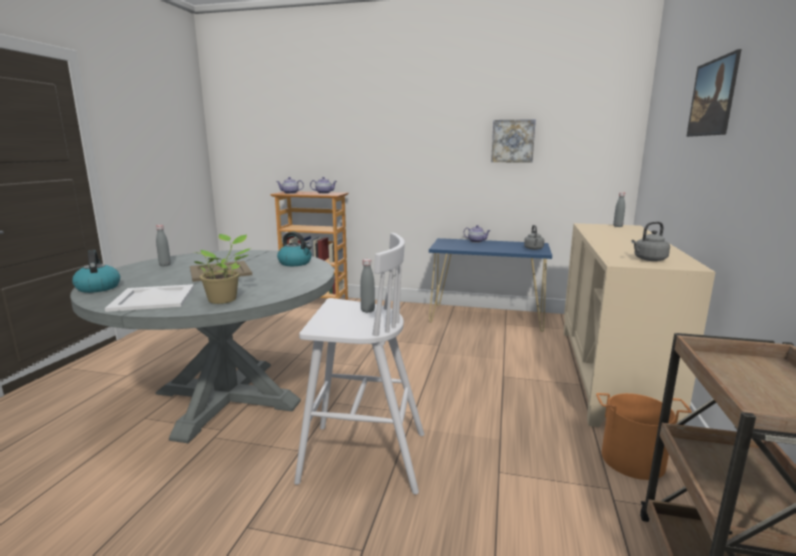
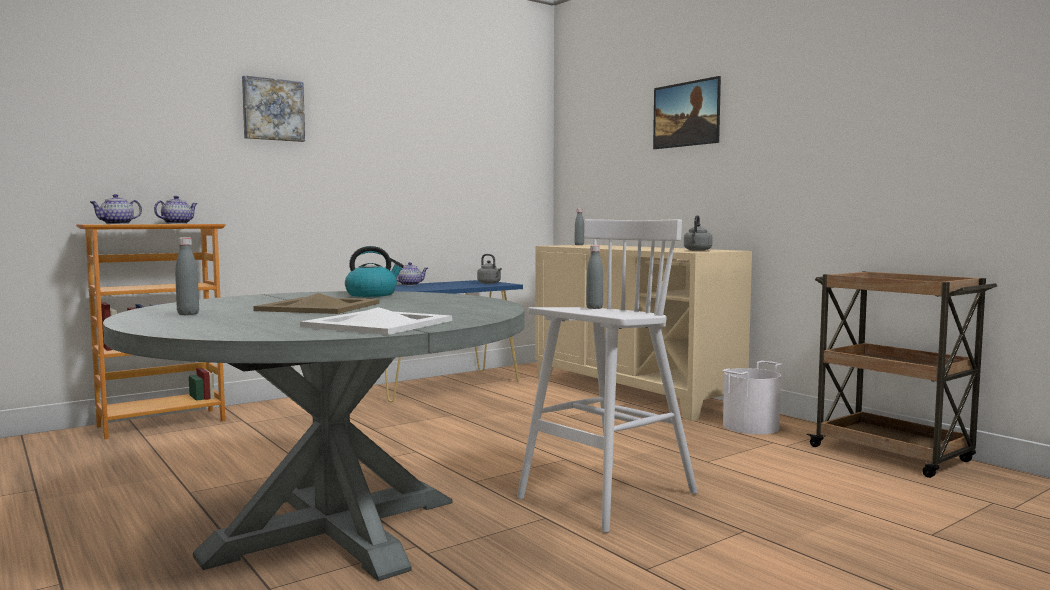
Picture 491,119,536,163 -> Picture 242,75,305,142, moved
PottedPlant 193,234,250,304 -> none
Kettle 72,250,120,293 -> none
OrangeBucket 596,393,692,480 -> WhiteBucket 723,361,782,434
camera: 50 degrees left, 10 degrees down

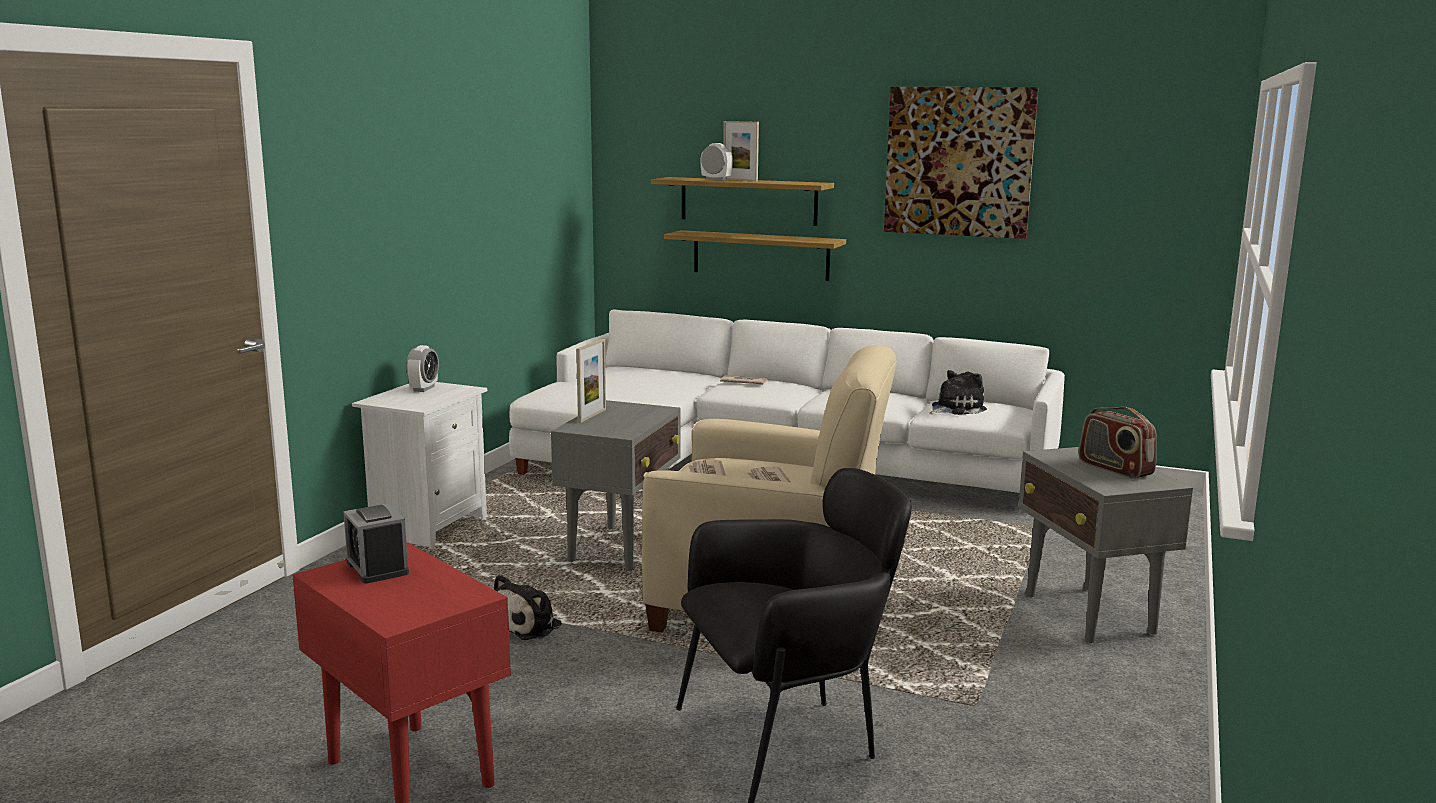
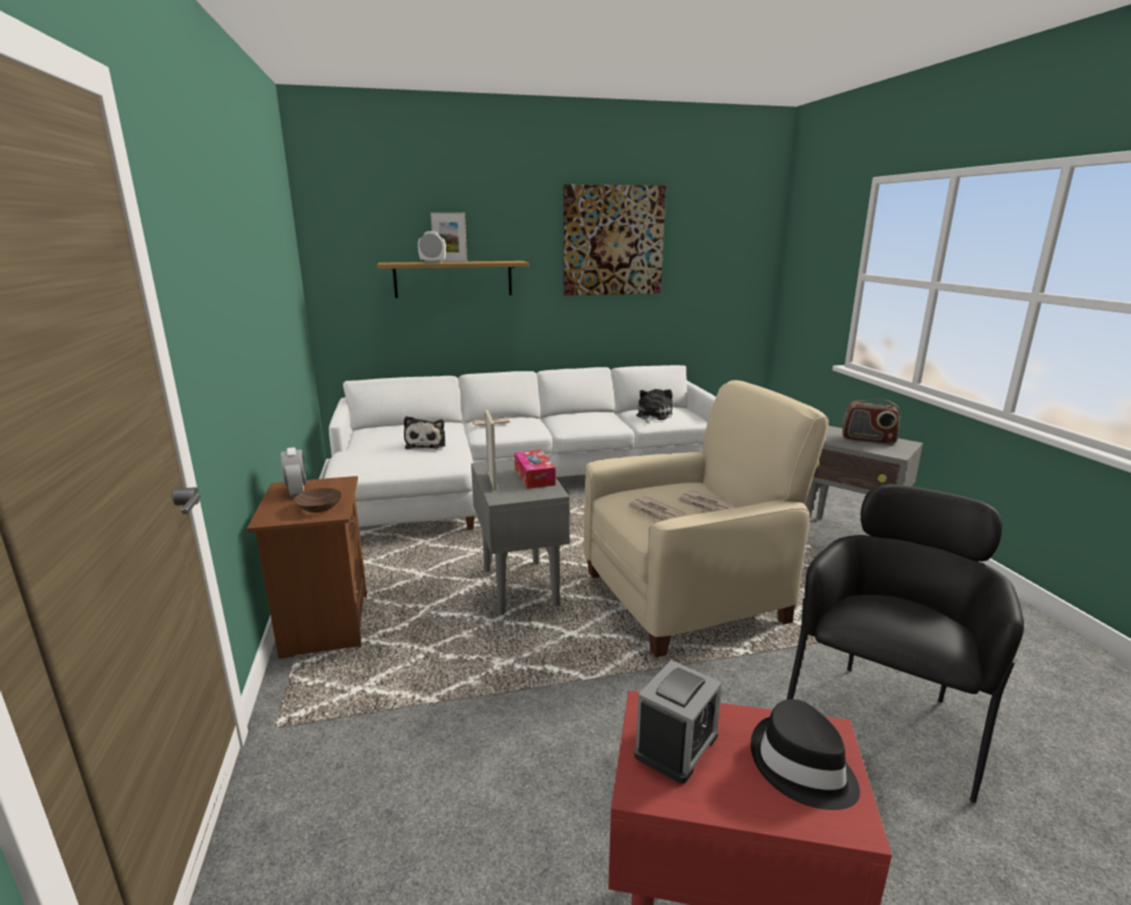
Shelf 664,230,846,281 -> none
WhiteNightstand 352,382,487,548 -> BrownNightstand 247,476,367,659
AlarmClock 343,503,409,583 -> AlarmClock 634,660,722,784, 75 degrees counterclockwise
PlushToy 494,574,562,640 -> PlushToy 404,416,445,449, moved
none -> TissueBox 514,450,555,489
none -> BrownBowl 294,488,342,513
none -> BlackHat 751,699,860,810
camera: 35 degrees left, 5 degrees up

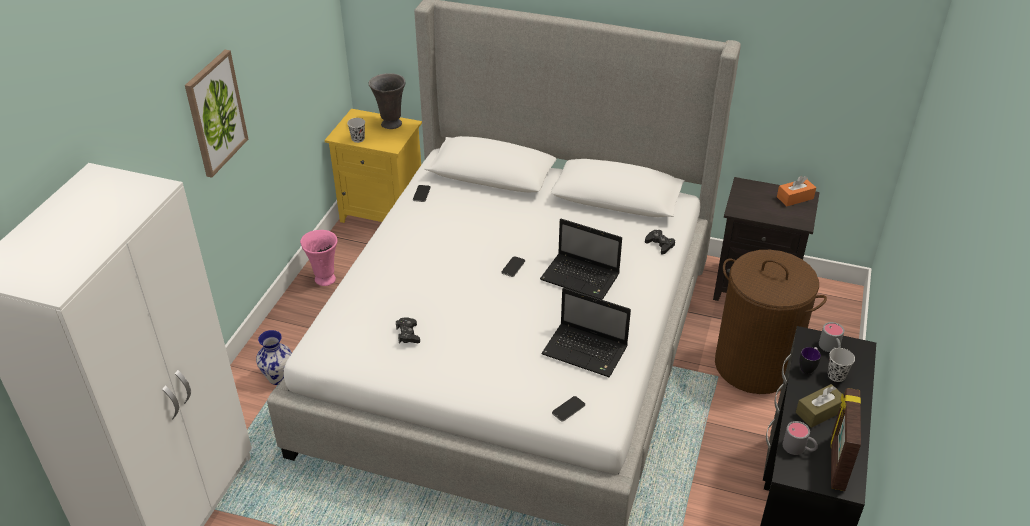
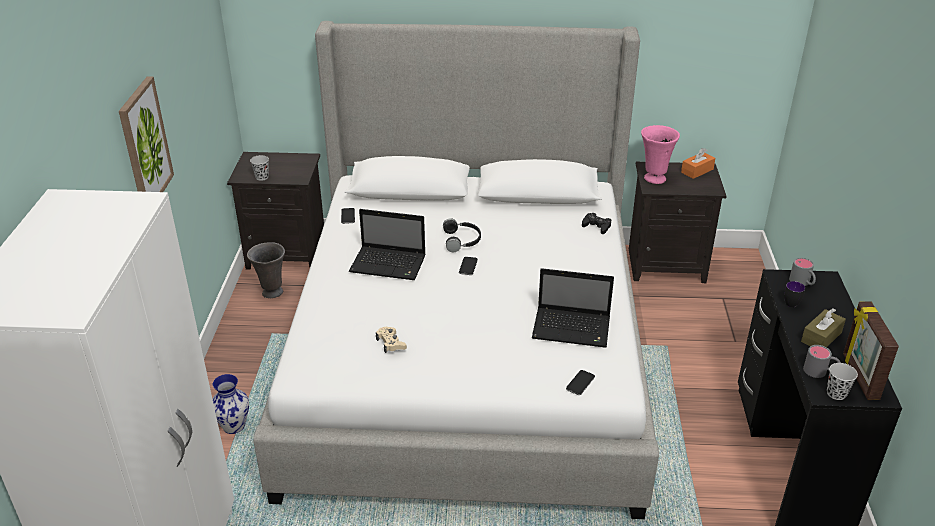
GreyVase 369,73,405,129 -> GreyVase 247,242,285,298, moved
YellowNightstand 325,109,422,223 -> BlackNightstand 227,152,324,270
Laptop 540,219,622,300 -> Laptop 349,209,426,280, moved
PinkVase 300,230,338,286 -> PinkVase 641,125,680,184, moved
BrownLaundryBasket 715,250,827,394 -> none
BlackGameController 396,317,420,343 -> BeigeGameController 376,327,407,353
BlackCup 828,348,855,382 -> BlackCup 827,363,858,400, moved
none -> BlackHeadphones 443,218,481,253
camera: 15 degrees left, 5 degrees down

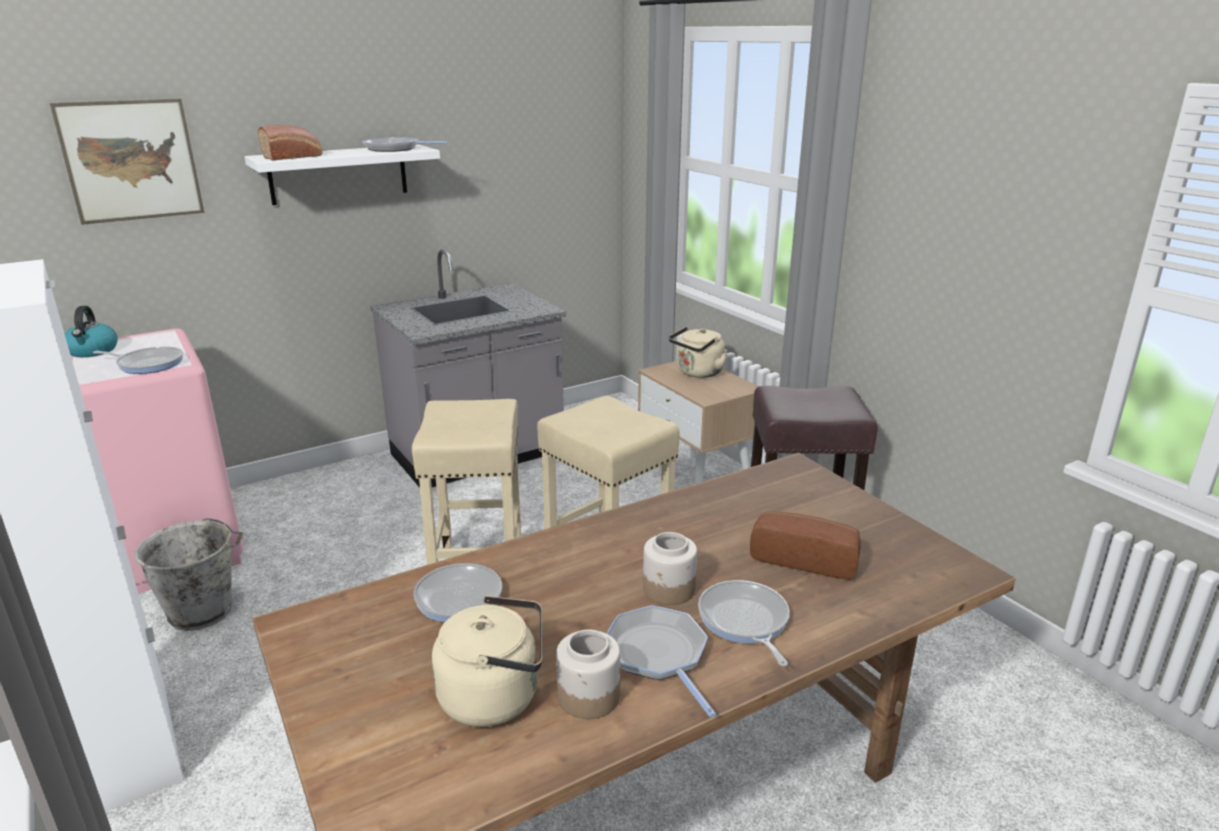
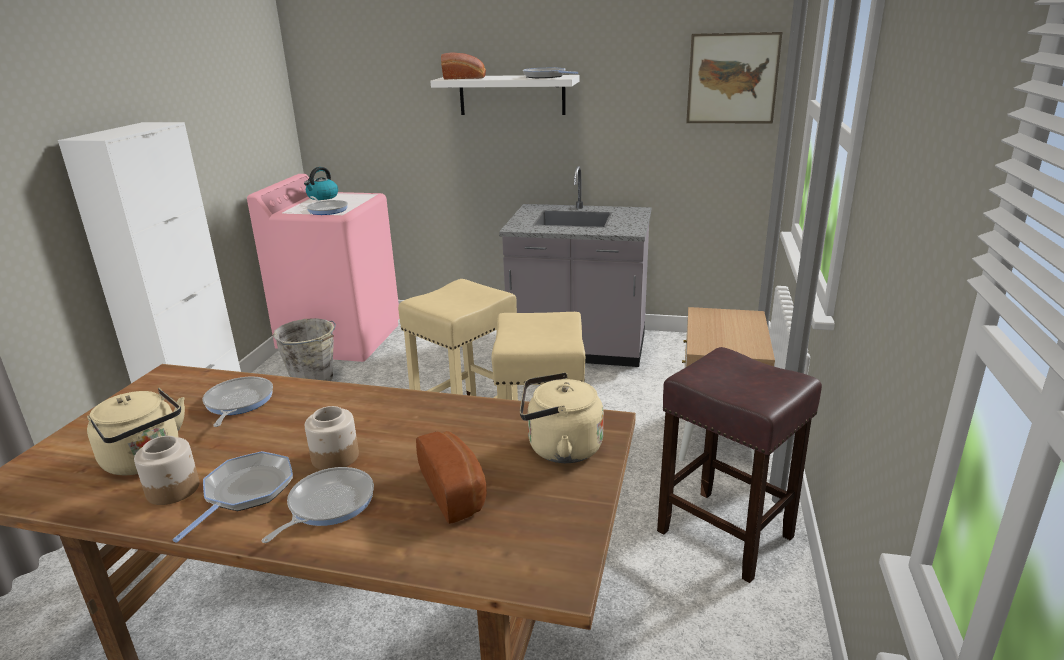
Picture 50,99,204,225 -> Picture 686,32,782,123, moved
BeigeKettle 669,327,728,378 -> BeigeKettle 520,372,604,463, moved
camera: 45 degrees right, 0 degrees up

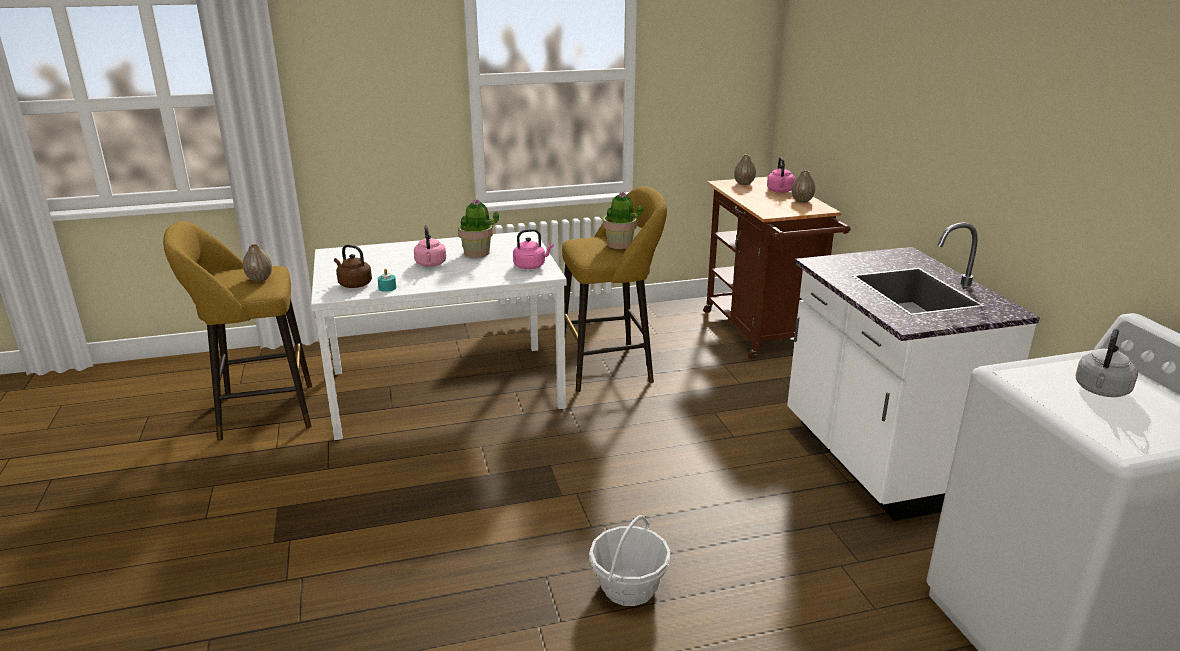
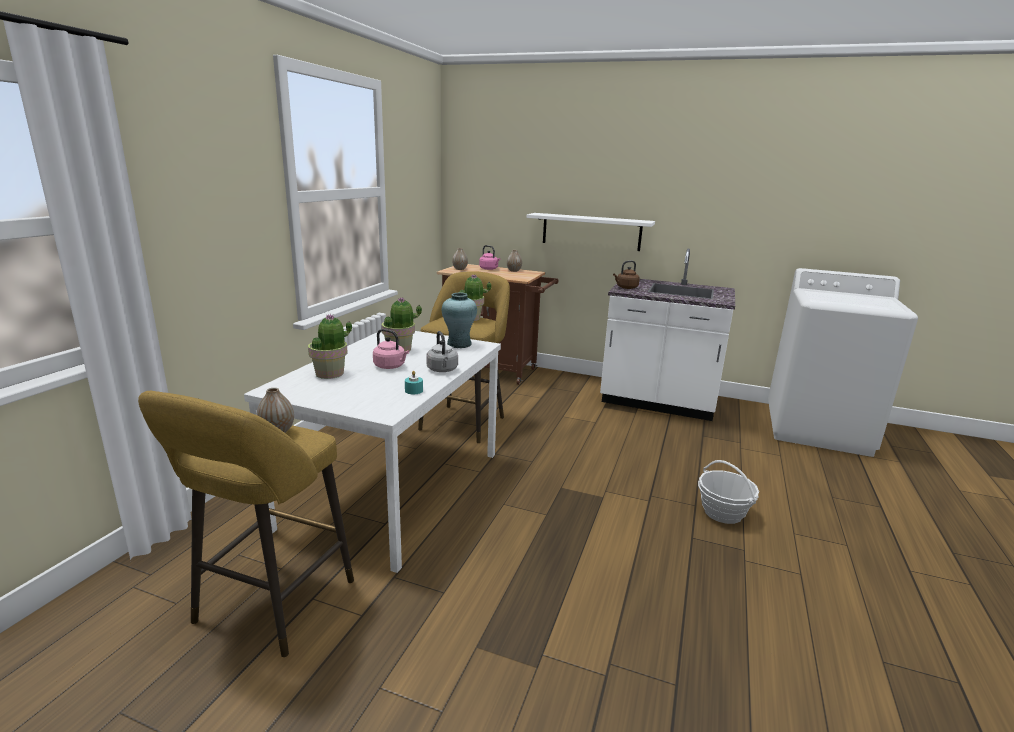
PinkKettle 513,229,554,269 -> TurquoiseVase 442,292,477,348
BrownKettle 334,245,372,288 -> BrownKettle 613,260,640,289, moved
GreyKettle 1075,329,1138,397 -> GreyKettle 426,331,458,372, moved
none -> WhiteShelf 526,213,655,251
none -> PottedPlant 308,314,352,379
camera: 55 degrees left, 5 degrees down

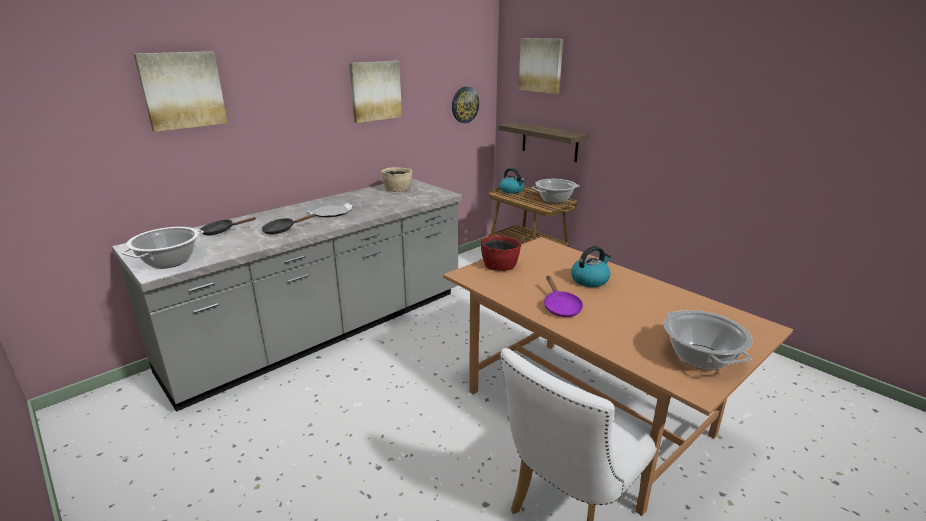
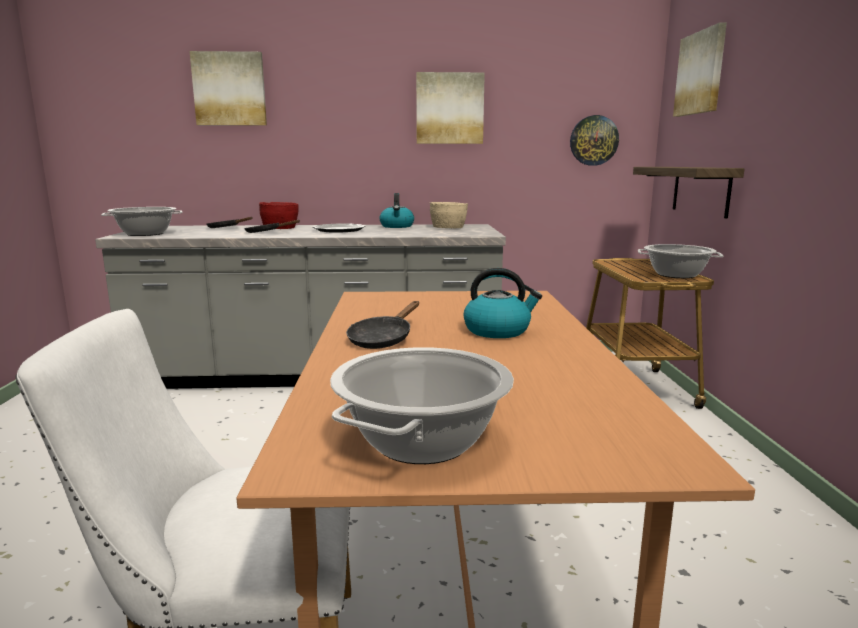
Kettle 500,168,525,193 -> Kettle 379,193,414,228, moved
RedBowl 481,235,521,271 -> RedBowl 259,202,299,229, moved
PurpleFryingPan 544,276,583,317 -> BlackFryingPan 346,301,419,349
camera: 40 degrees right, 10 degrees down

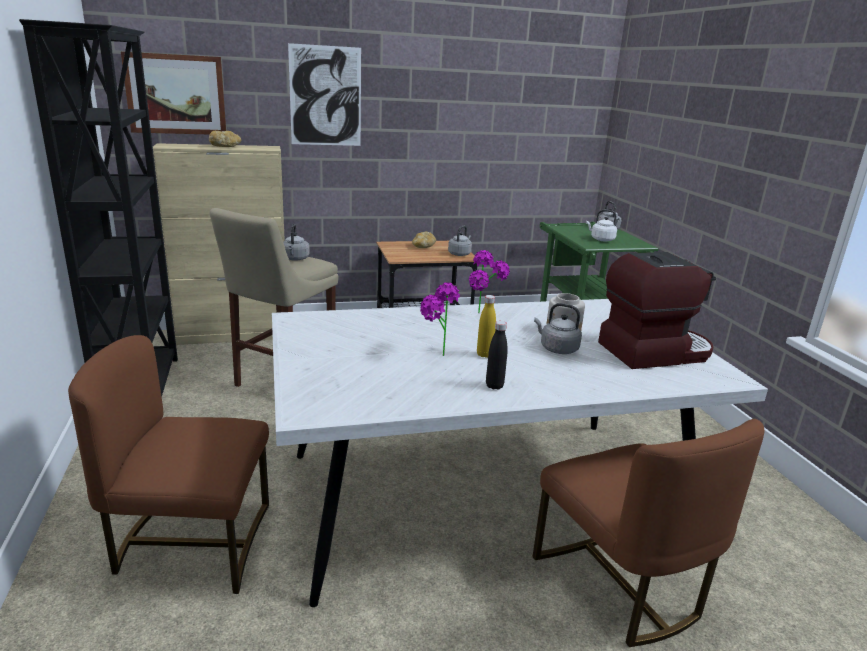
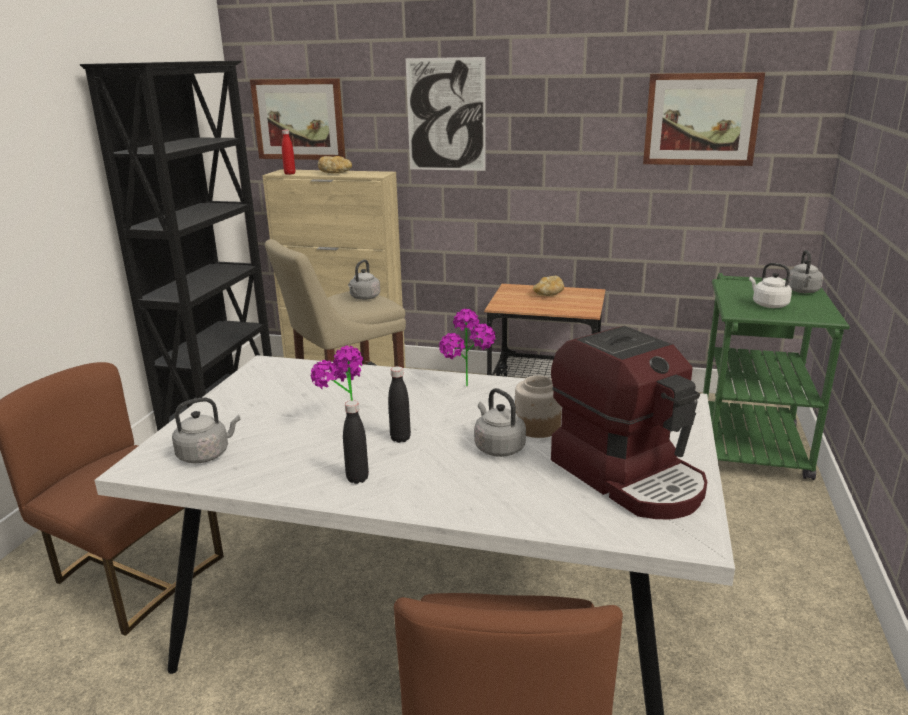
GreyKettle 448,226,472,256 -> GreyKettle 172,397,240,463, moved
CoffeeMachine 598,252,716,369 -> CoffeeMachine 551,326,707,519, 45 degrees clockwise
YellowBottle 477,295,496,358 -> BlackBottle 388,366,411,443
none -> Picture 643,72,765,166
none -> RedBottle 282,130,295,175
camera: 30 degrees right, 0 degrees up

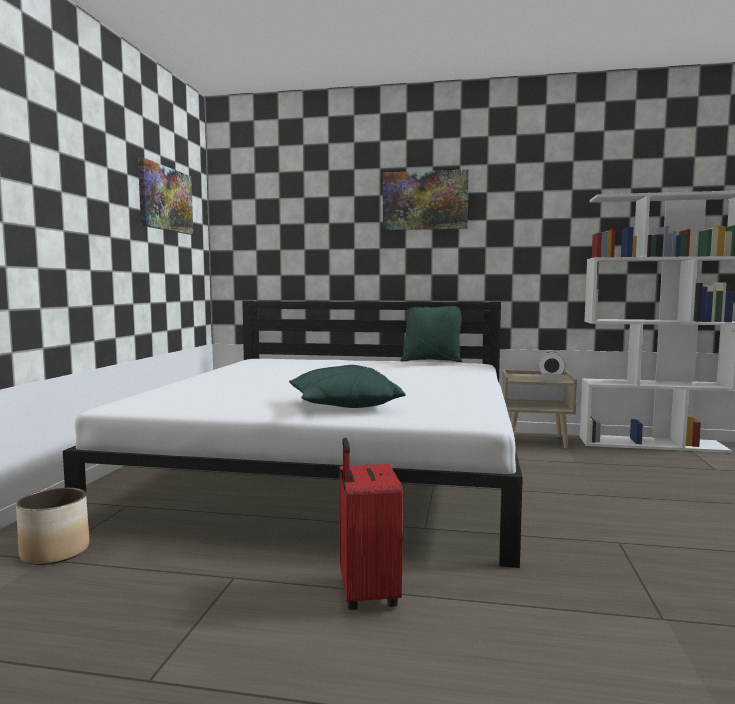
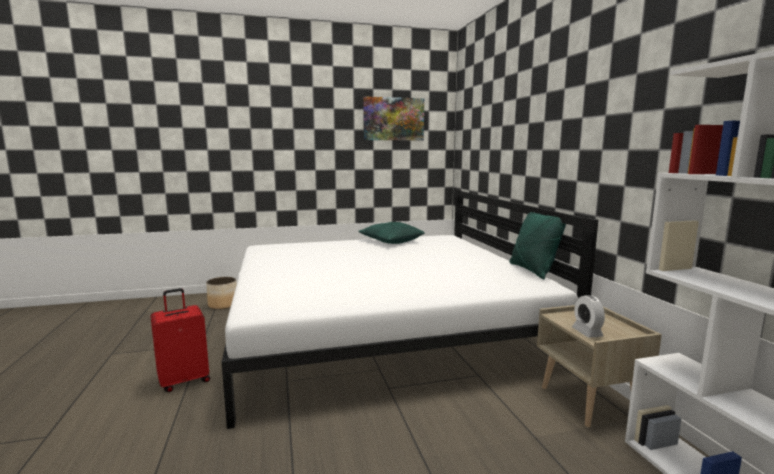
Picture 383,169,469,230 -> none
GreenPillow 289,365,406,408 -> GreenPillow 358,222,425,244, moved
camera: 65 degrees right, 5 degrees up

